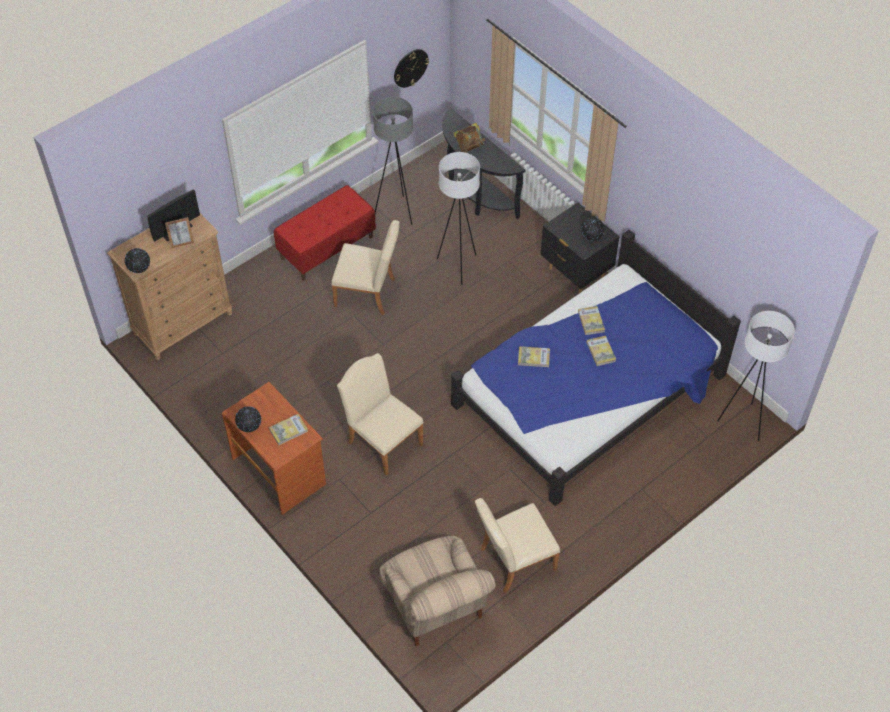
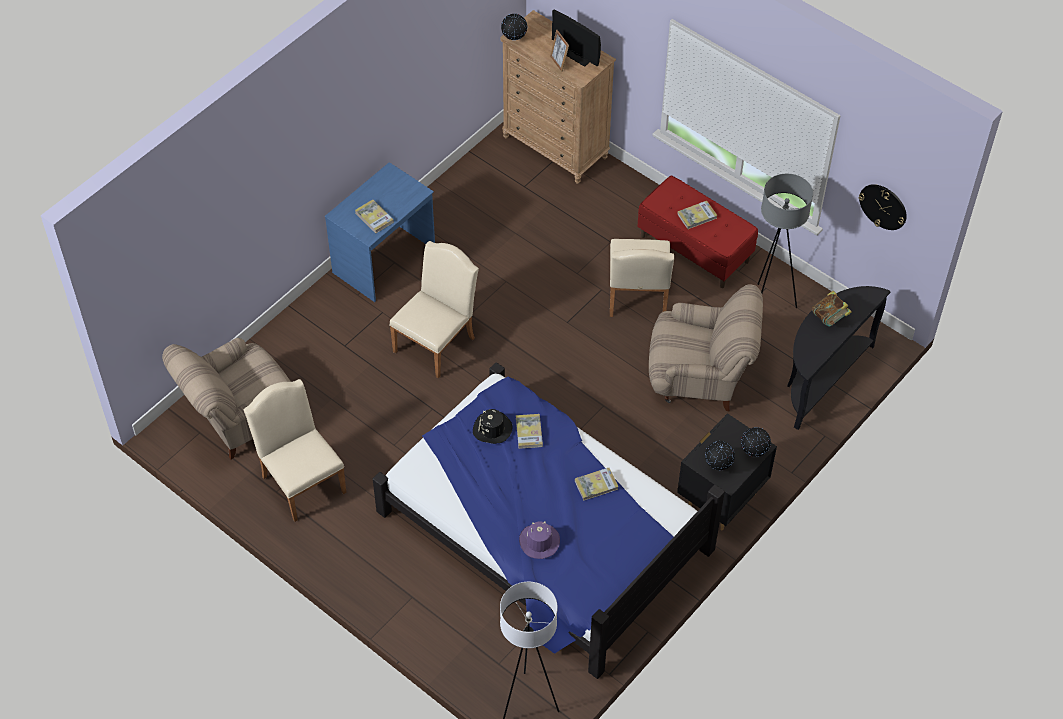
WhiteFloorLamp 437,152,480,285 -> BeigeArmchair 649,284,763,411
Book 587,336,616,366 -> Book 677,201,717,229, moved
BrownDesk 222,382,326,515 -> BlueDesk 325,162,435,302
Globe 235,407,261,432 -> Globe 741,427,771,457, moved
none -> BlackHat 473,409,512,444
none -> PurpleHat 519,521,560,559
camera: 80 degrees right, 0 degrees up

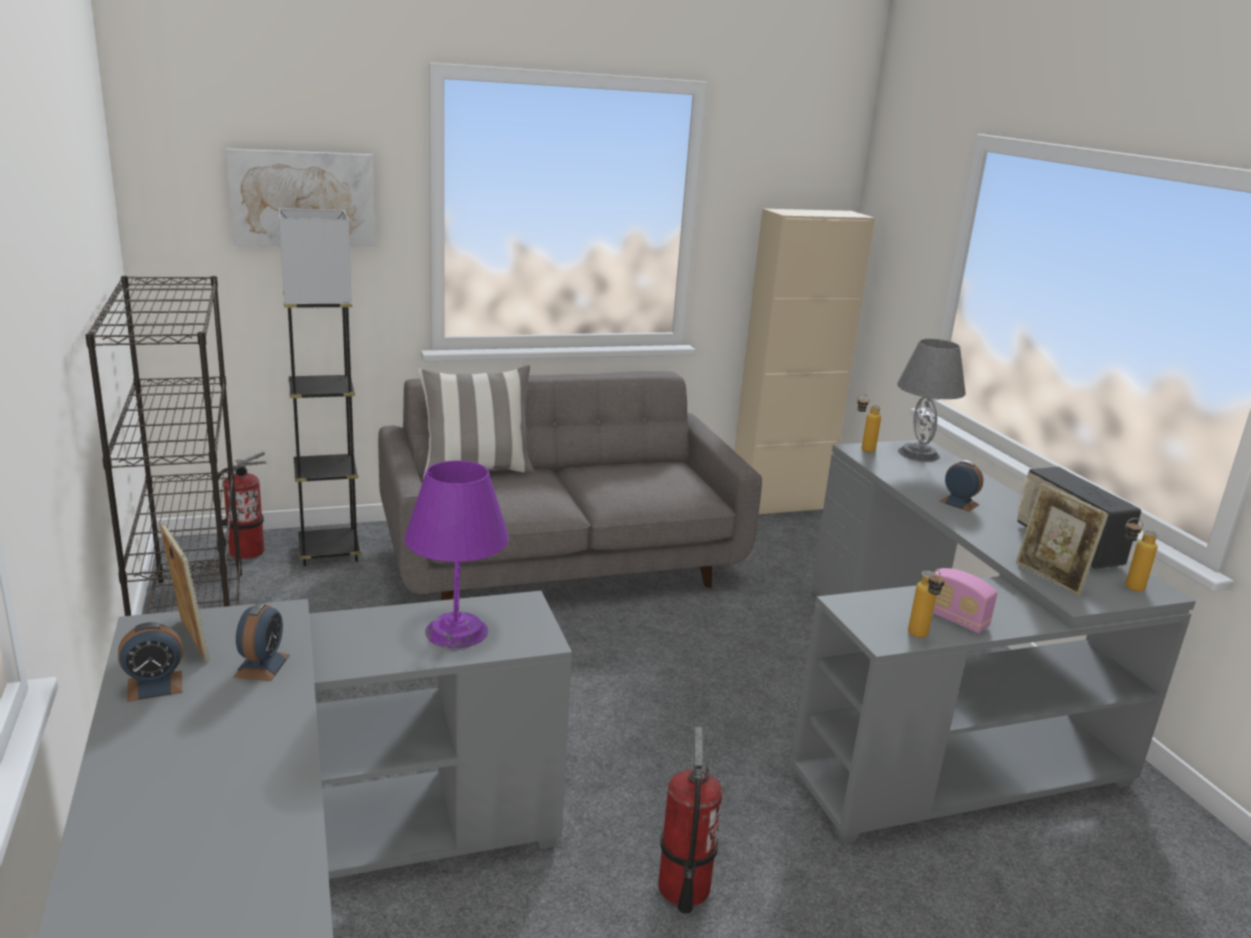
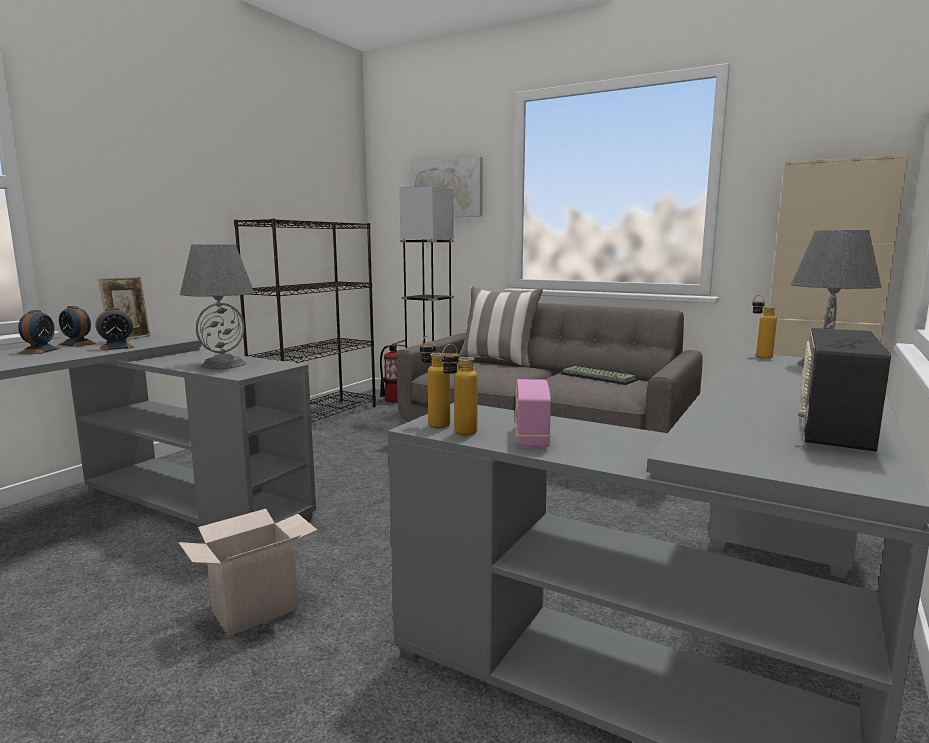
AlarmClock 939,460,983,512 -> AlarmClock 18,310,61,354, moved
PurpleTableLamp 405,461,509,648 -> GreyTableLamp 180,244,254,369
PictureFrame 1016,483,1109,596 -> none
Bottle 1125,518,1159,592 -> Bottle 420,335,450,428, moved
FireExtinguisher 658,726,723,914 -> CardboardBox 179,509,317,636
none -> Keyboard 561,366,638,385
camera: 50 degrees right, 10 degrees down

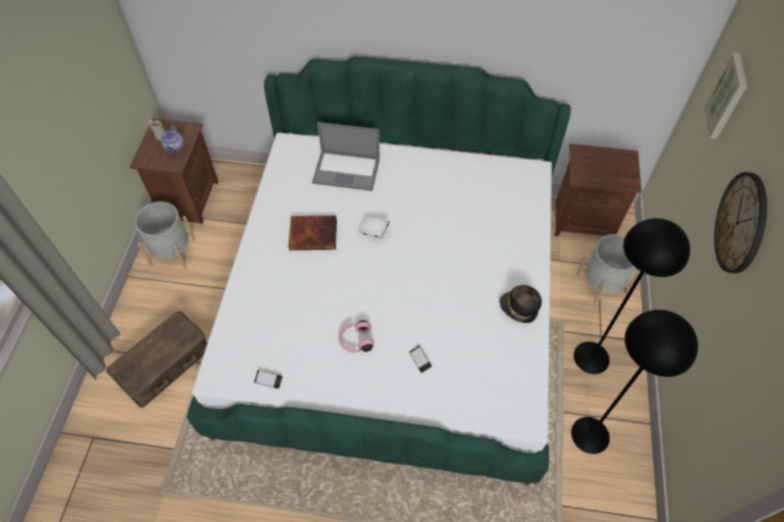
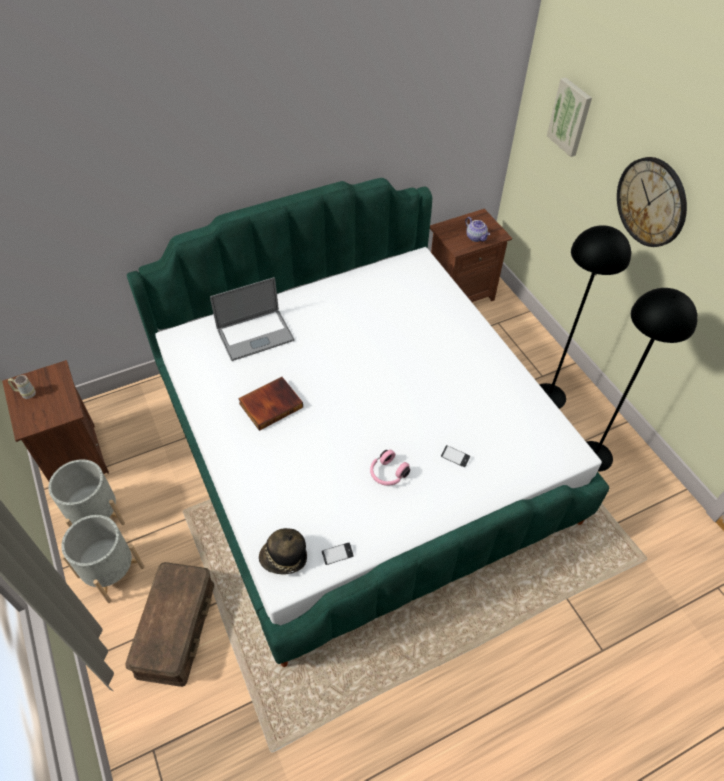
Teapot 161,125,184,154 -> Teapot 465,217,490,242, moved
WhiteBook 358,216,390,239 -> none
GreyPlanter 576,234,640,305 -> GreyPlanter 61,515,145,603, moved
Hat 500,285,542,323 -> Hat 259,528,307,574, moved
camera: 35 degrees left, 5 degrees down

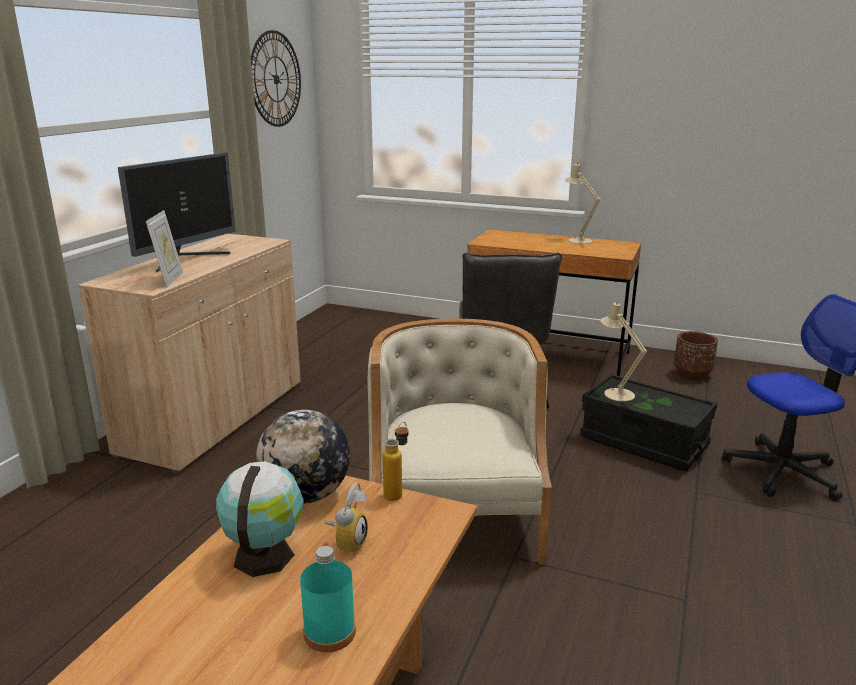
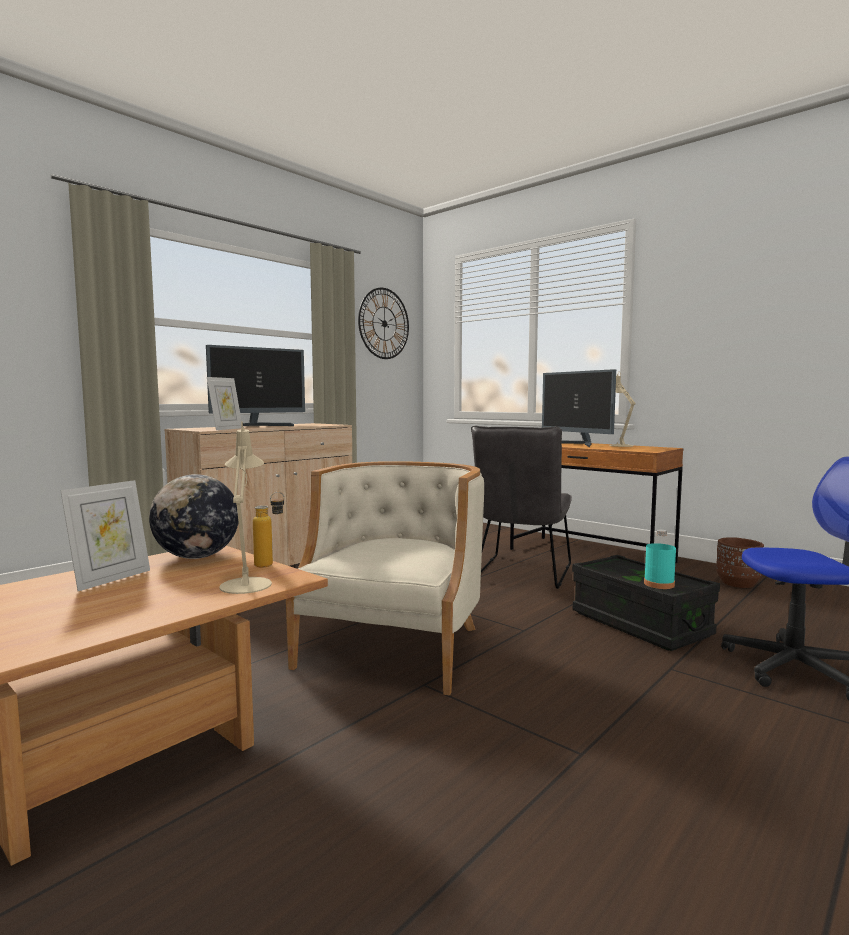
BeigeTableLamp 600,299,647,402 -> BeigeTableLamp 220,421,272,594, moved
Globe 216,461,304,577 -> PictureFrame 60,480,150,591
AlarmClock 325,483,368,555 -> none
TurquoiseBottle 300,546,356,653 -> TurquoiseBottle 644,530,676,589, moved
none -> Monitor 542,369,616,447
camera: 20 degrees right, 15 degrees down

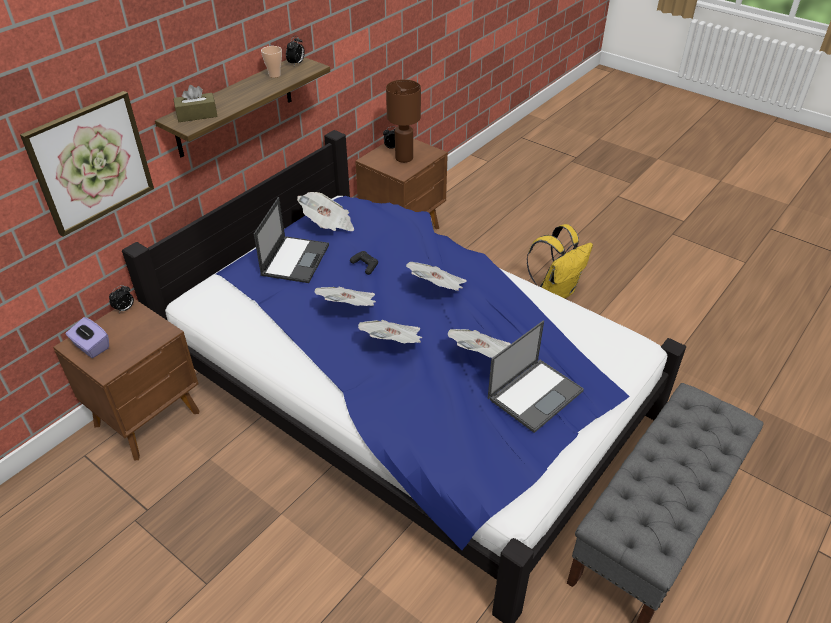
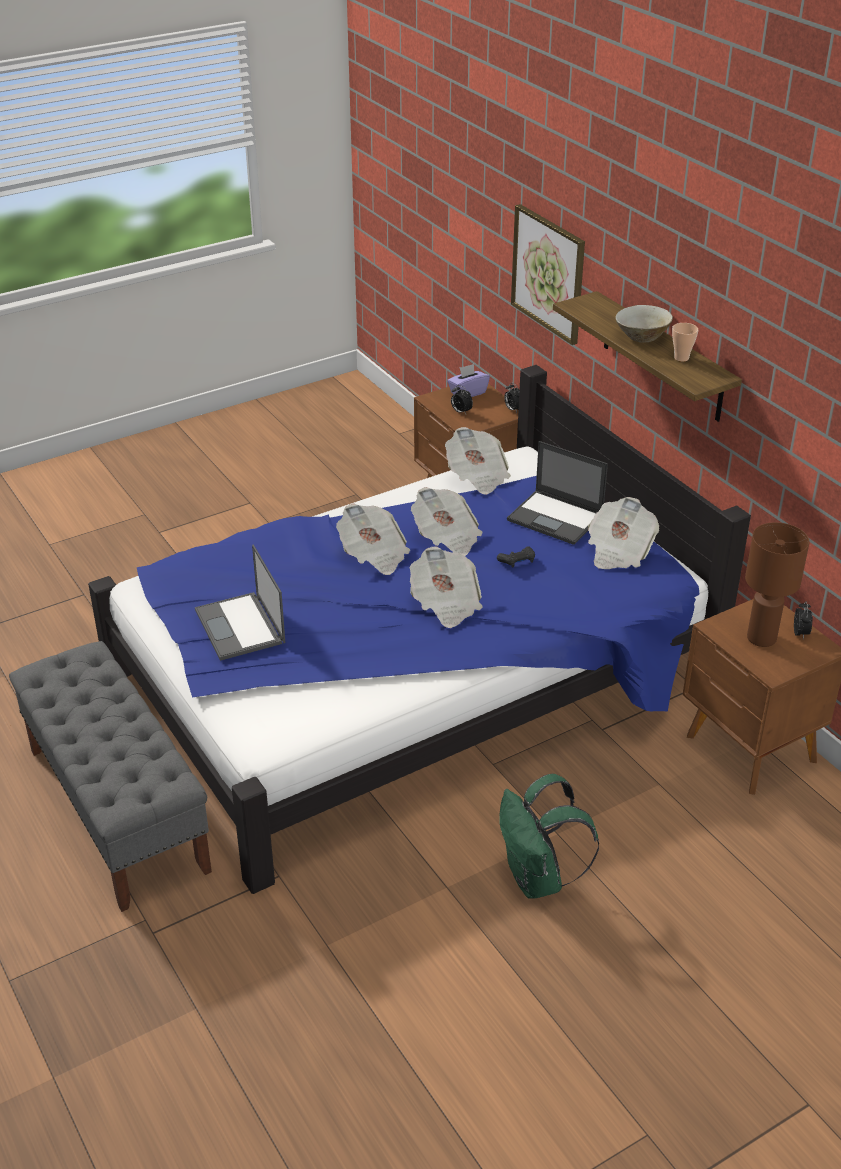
AlarmClock 286,35,305,66 -> AlarmClock 451,385,473,414, moved
BrownTissueBox 173,85,218,122 -> none
YellowBackpack 527,224,593,299 -> GreenBackpack 499,774,599,899
Newspaper 448,329,510,358 -> Newspaper 445,427,511,495, moved
none -> BeigeBowl 615,305,673,343
camera: 110 degrees right, 5 degrees down

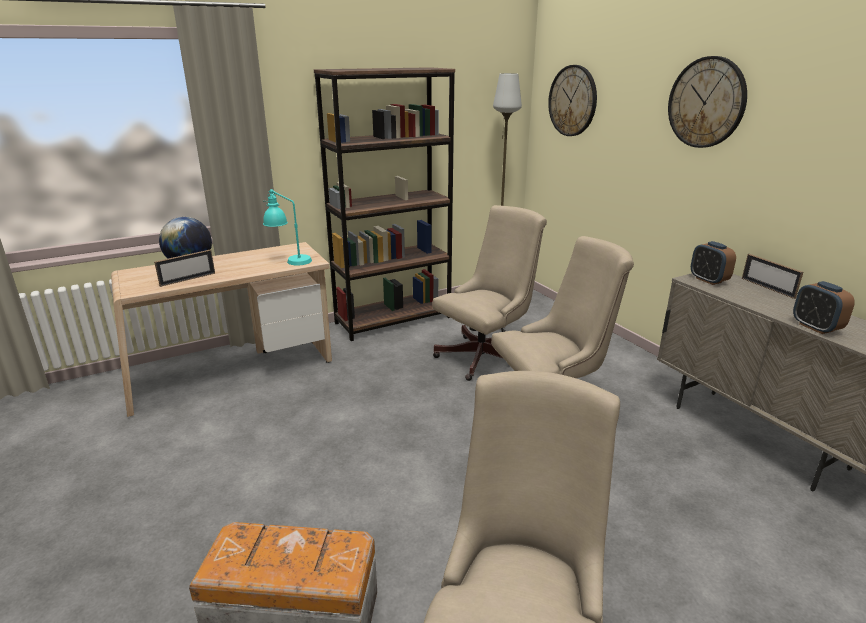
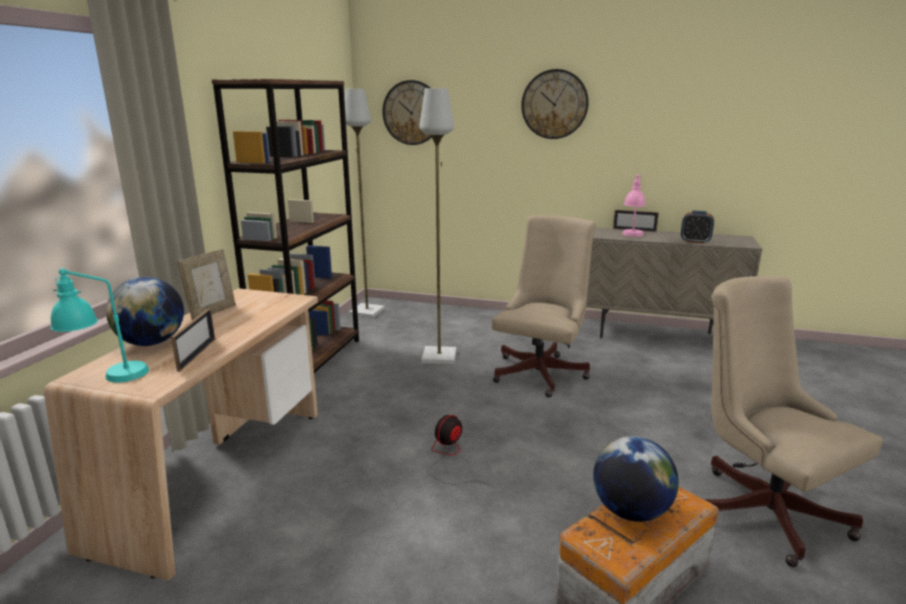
TurquoiseTableLamp 263,189,312,265 -> TurquoiseTableLamp 51,268,149,382, moved
BeigeOfficeChair 432,205,547,381 -> GreyFloorLamp 419,88,457,364
AlarmClock 691,241,736,285 -> none
none -> PinkTableLamp 622,174,646,237
none -> PictureFrame 177,249,236,320
none -> Fan 427,415,495,488
none -> Globe 593,436,679,522
camera: 45 degrees left, 5 degrees down

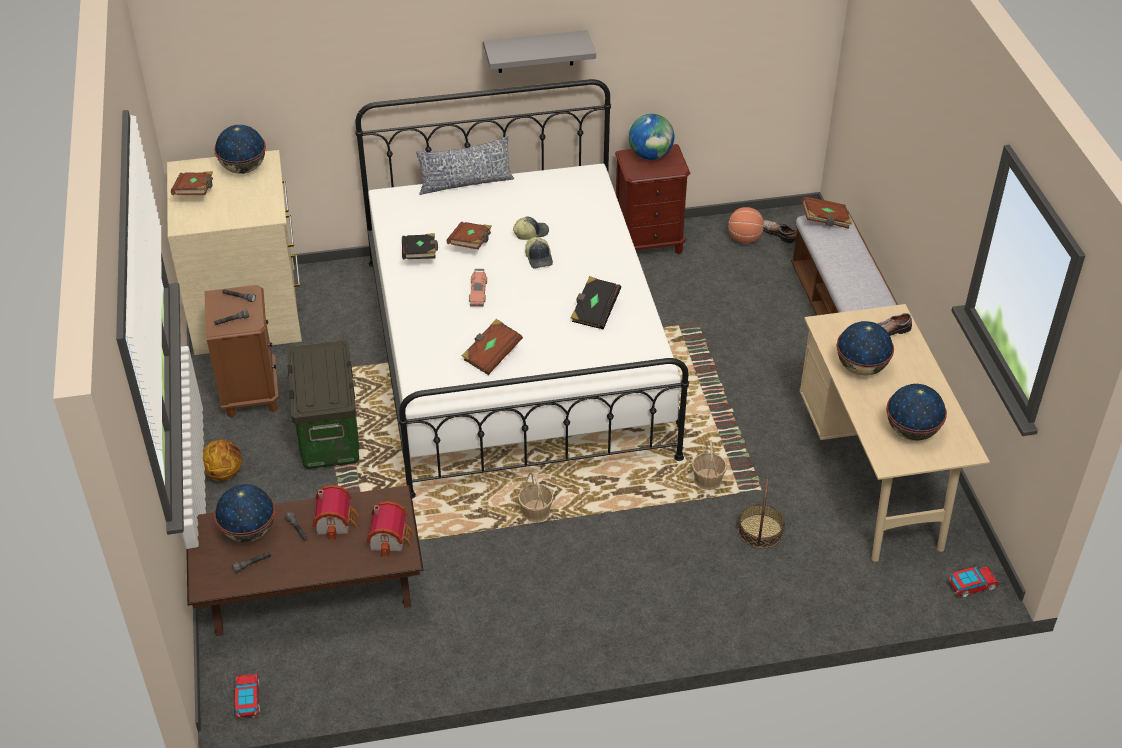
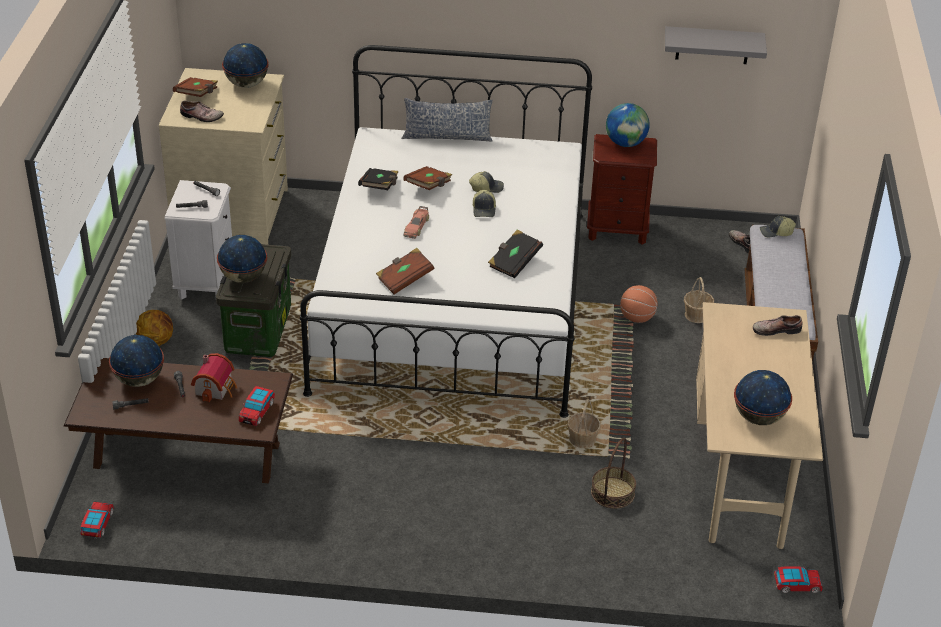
GreyShelf 483,30,596,73 -> GreyShelf 665,26,767,64, moved
BrownBook 802,196,852,229 -> Cap 760,216,796,237
Basketball 728,207,764,243 -> Basketball 620,285,658,323, moved
BrownNightstand 204,285,279,418 -> WhiteNightstand 165,180,232,299
Globe 836,321,894,376 -> Globe 217,235,267,283, moved
Basket 518,472,554,522 -> Basket 684,277,714,323, moved
ToyHouse 366,501,414,557 -> ToyCar 239,386,275,426
none -> Shoe 180,101,224,122
camera: 15 degrees right, 5 degrees down

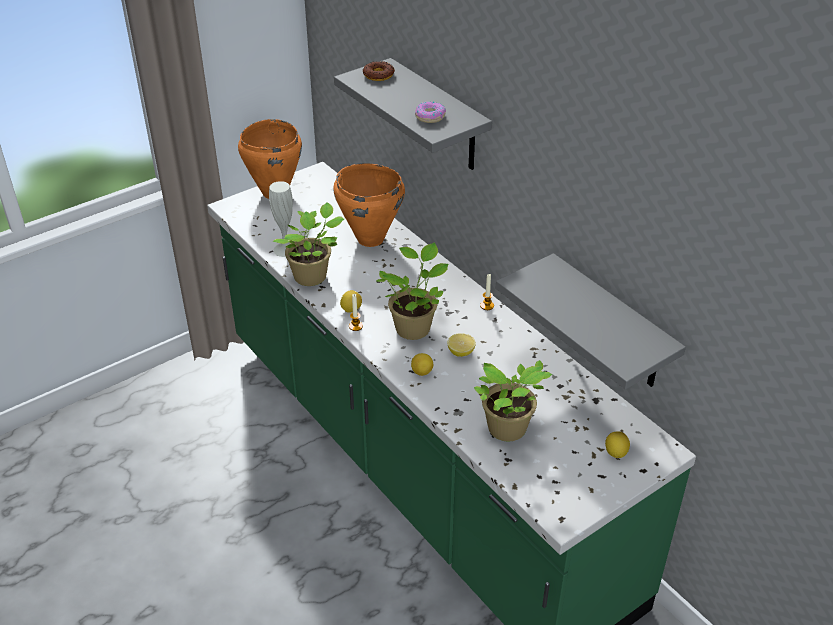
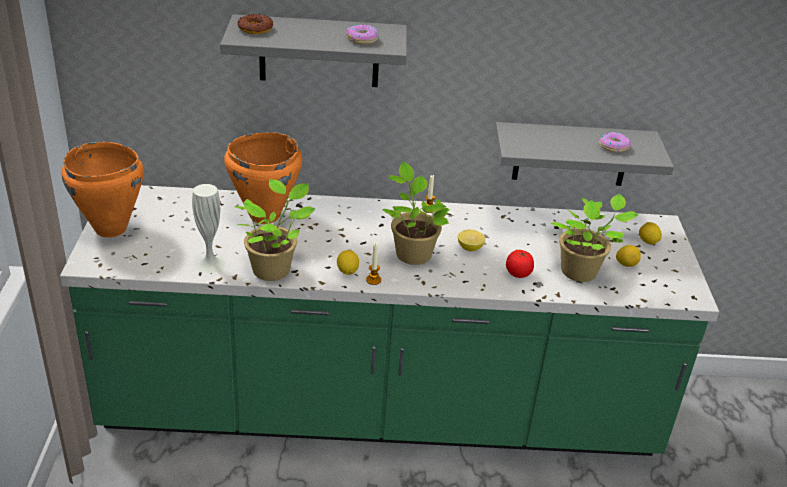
Lemon 411,353,433,376 -> Lemon 616,245,641,267, moved
none -> Donut 599,132,631,153
none -> Tomato 506,250,534,278
camera: 55 degrees left, 5 degrees down

